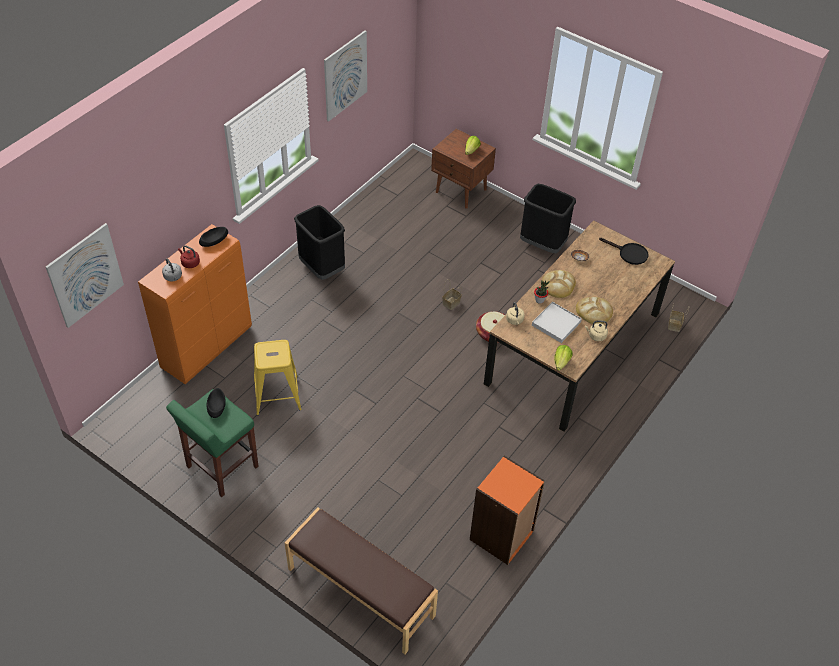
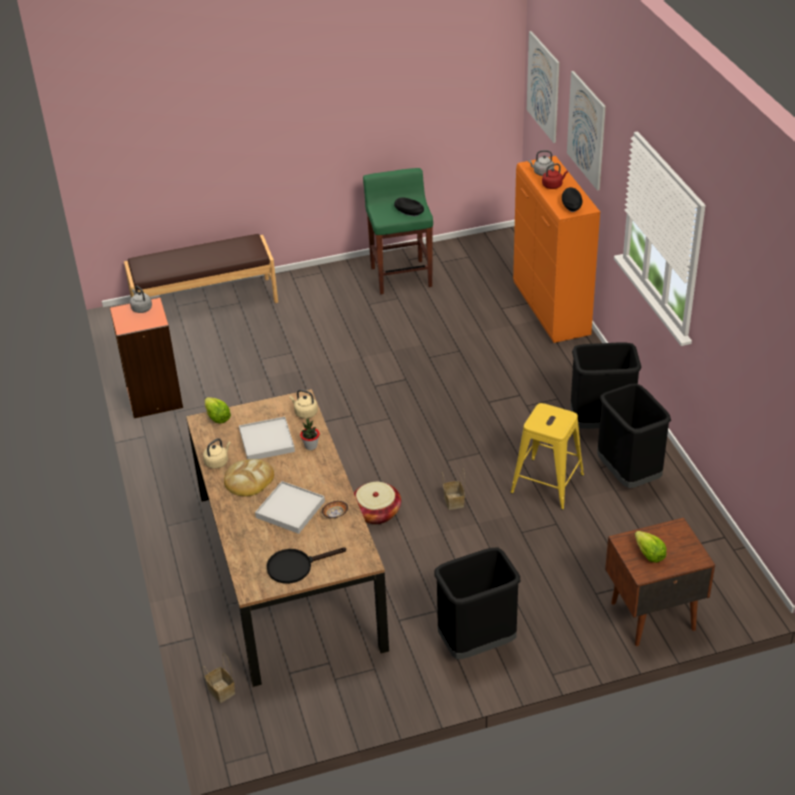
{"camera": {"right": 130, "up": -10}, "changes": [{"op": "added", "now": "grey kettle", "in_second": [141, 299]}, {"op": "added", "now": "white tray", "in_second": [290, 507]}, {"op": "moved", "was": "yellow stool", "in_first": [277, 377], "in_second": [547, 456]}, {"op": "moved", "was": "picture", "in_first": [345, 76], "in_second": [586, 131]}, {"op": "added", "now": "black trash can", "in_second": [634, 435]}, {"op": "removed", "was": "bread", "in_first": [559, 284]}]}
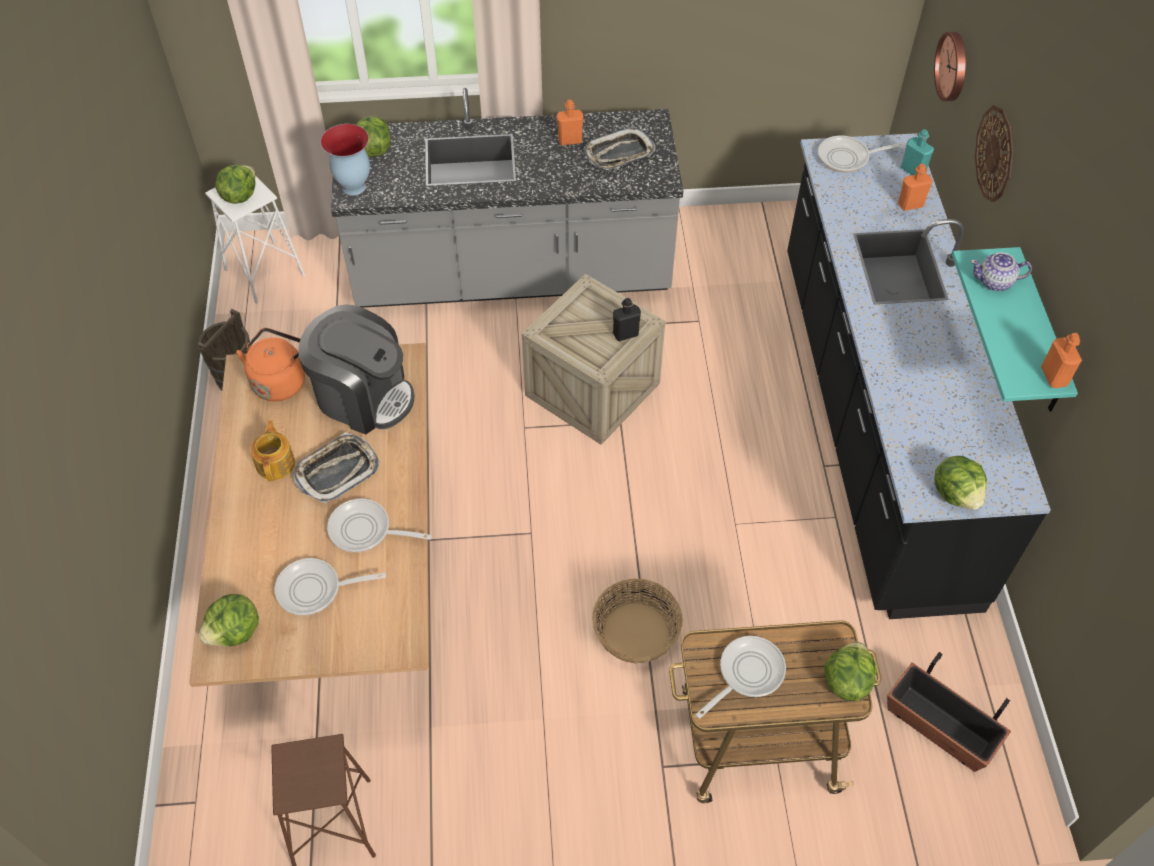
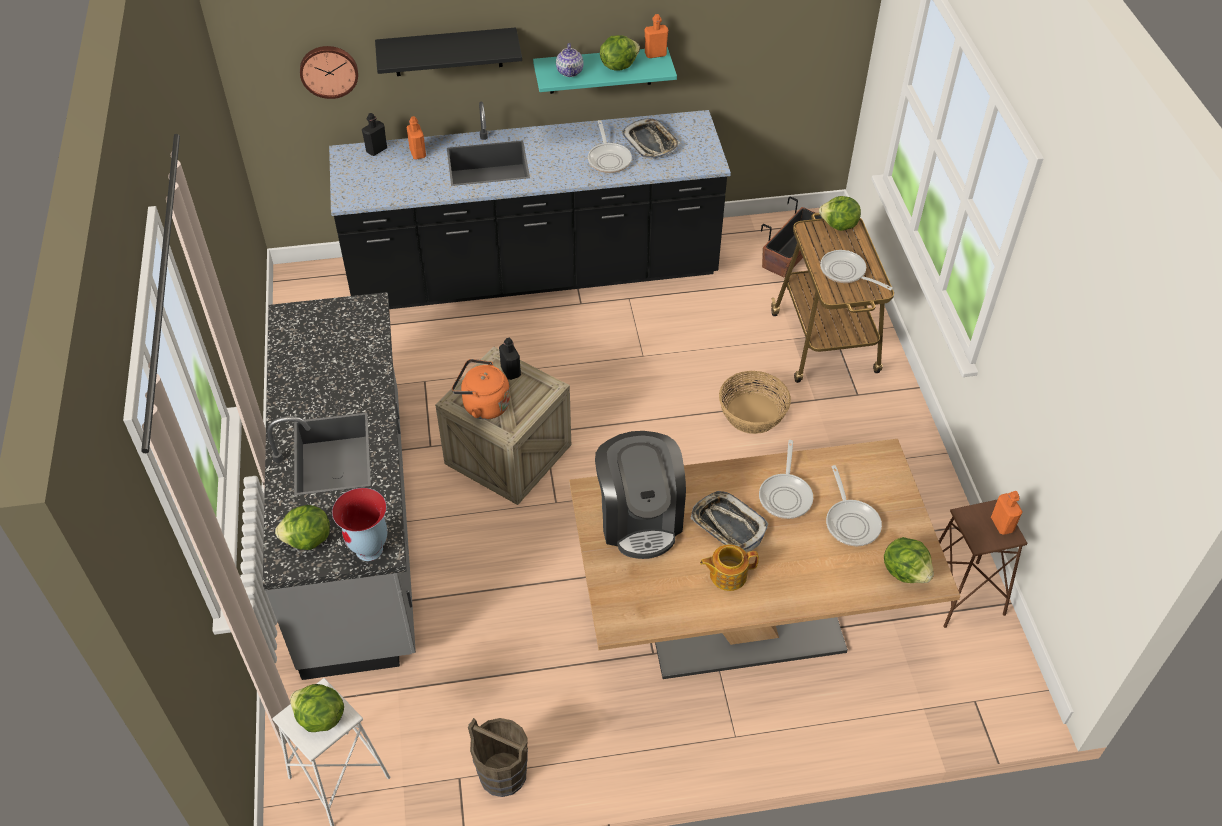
{"camera": {"right": -95, "up": -5}, "changes": [{"op": "recoloured", "was": "turquoise bottle", "now": "black bottle", "in_first": [917, 152], "in_second": [374, 134]}, {"op": "replaced", "was": "wall clock", "now": "black shelf", "in_first": [994, 154], "in_second": [448, 51]}, {"op": "moved", "was": "orange kettle", "in_first": [270, 365], "in_second": [481, 389]}, {"op": "moved", "was": "frying pan", "in_first": [862, 154], "in_second": [610, 146]}, {"op": "turned", "was": "coffee machine", "in_first": [356, 369], "in_second": [640, 495], "clockwise": 150}, {"op": "moved", "was": "lettuce", "in_first": [960, 483], "in_second": [620, 53]}, {"op": "moved", "was": "tray", "in_first": [619, 148], "in_second": [650, 138]}, {"op": "moved", "was": "orange bottle", "in_first": [570, 122], "in_second": [1007, 513]}]}
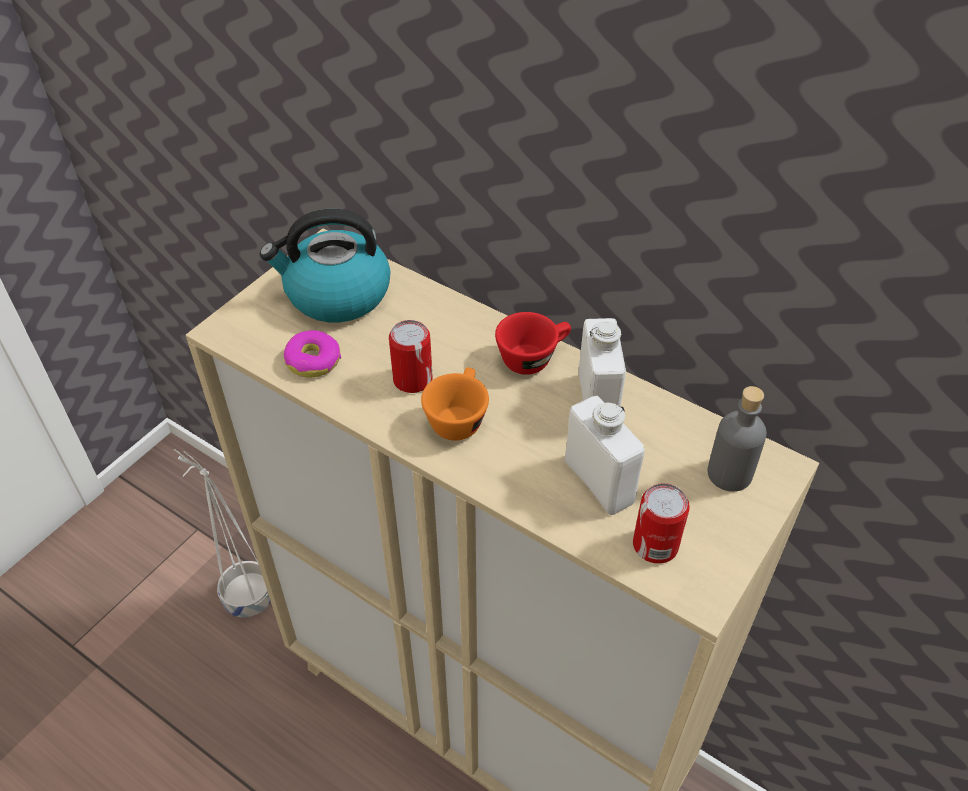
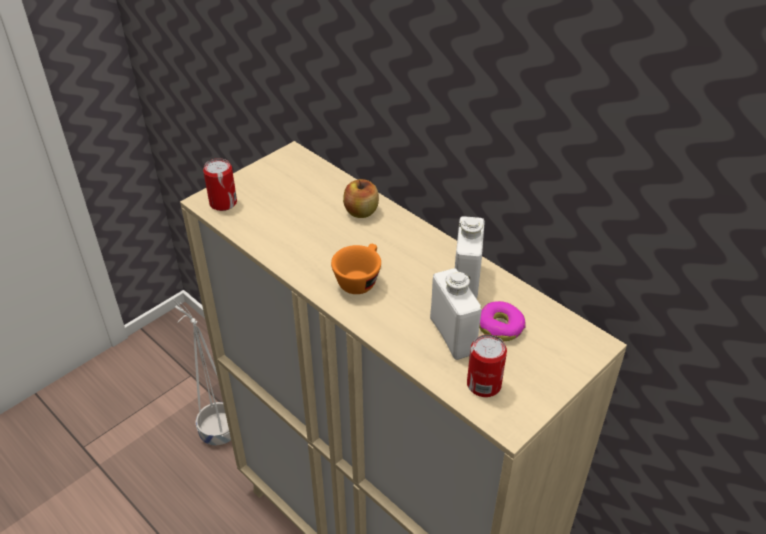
{"camera": {"right": 10, "up": -5}, "changes": [{"op": "moved", "was": "can", "in_first": [411, 356], "in_second": [220, 184]}, {"op": "added", "now": "apple", "in_second": [361, 198]}, {"op": "moved", "was": "donut", "in_first": [312, 354], "in_second": [502, 321]}, {"op": "removed", "was": "kettle", "in_first": [325, 265]}, {"op": "removed", "was": "red cup", "in_first": [533, 343]}, {"op": "removed", "was": "grey bottle", "in_first": [737, 439]}]}
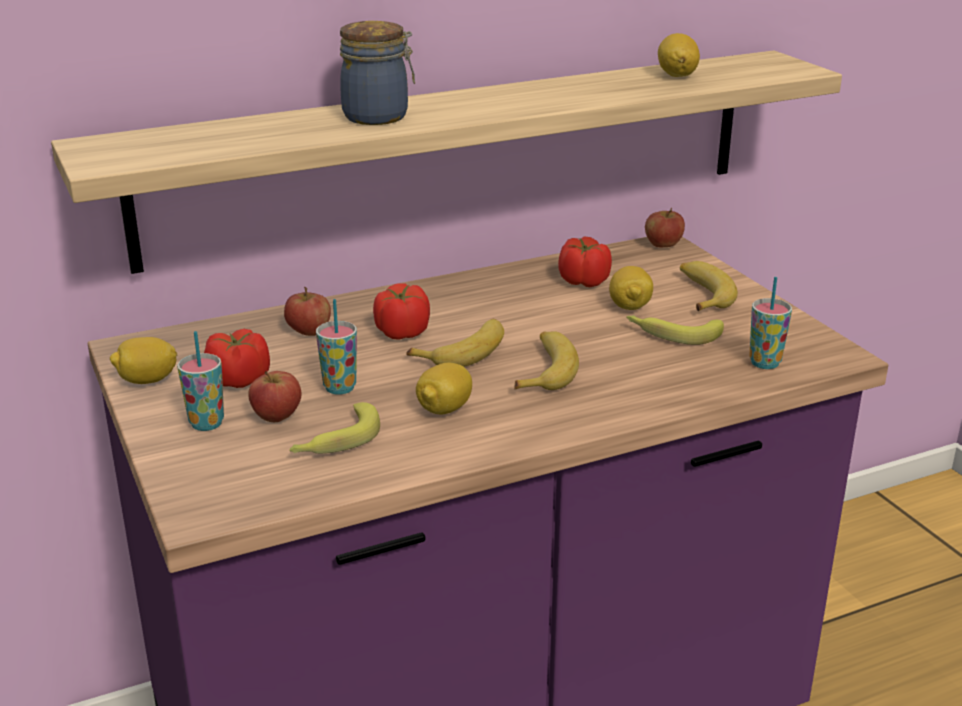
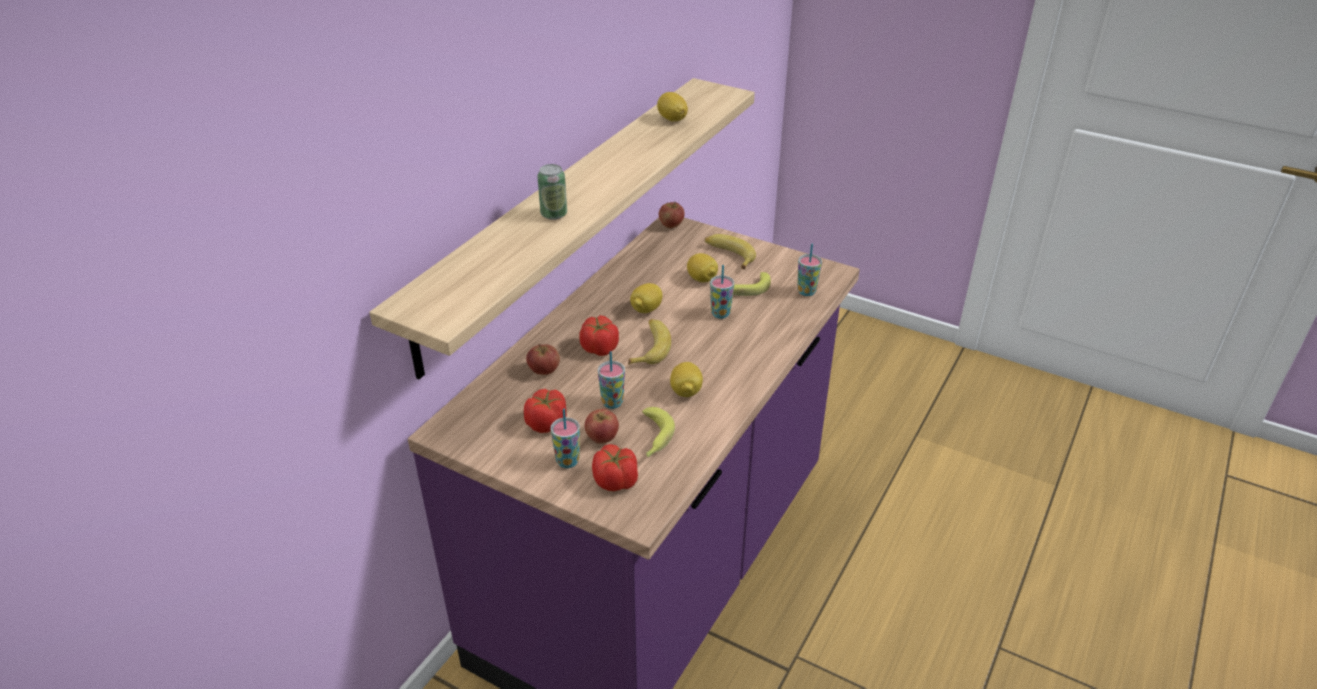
{"camera": {"right": -35, "up": 10}, "changes": [{"op": "replaced", "was": "jar", "now": "can", "in_first": [377, 73], "in_second": [552, 192]}, {"op": "moved", "was": "tomato", "in_first": [585, 261], "in_second": [615, 467]}, {"op": "moved", "was": "lemon", "in_first": [144, 360], "in_second": [646, 298]}, {"op": "added", "now": "cup", "in_second": [722, 292]}, {"op": "removed", "was": "banana", "in_first": [546, 360]}]}
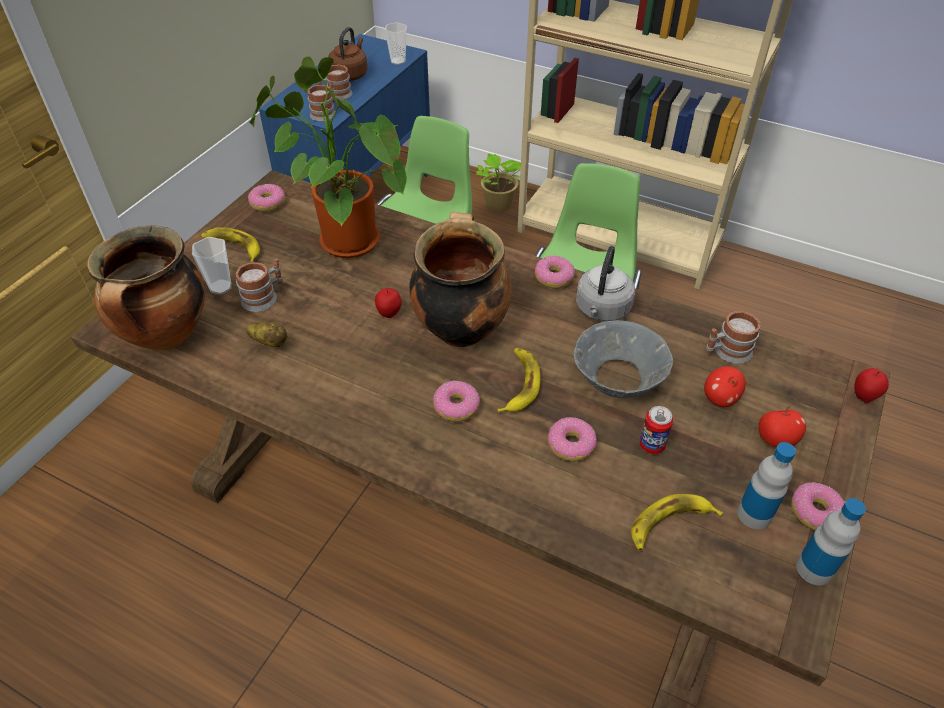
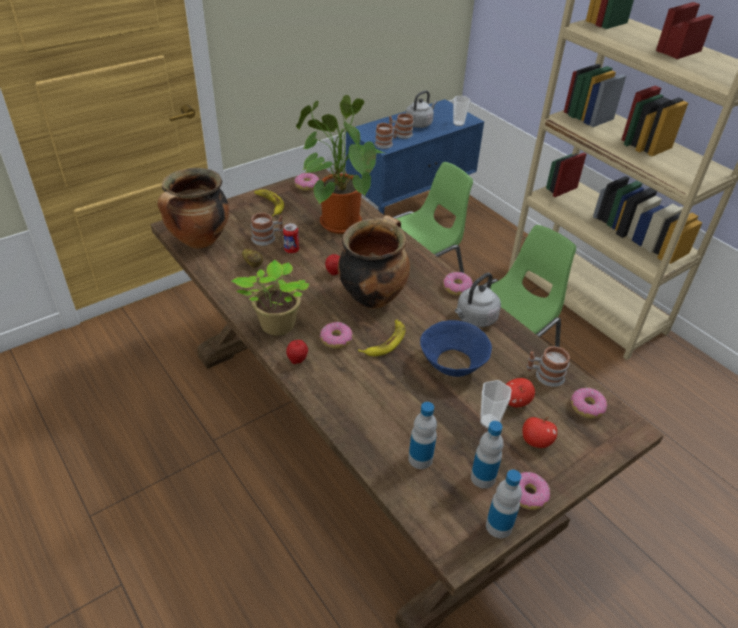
{"camera": {"right": 25, "up": -5}, "changes": [{"op": "moved", "was": "potted plant", "in_first": [498, 183], "in_second": [270, 297]}, {"op": "moved", "was": "can", "in_first": [656, 430], "in_second": [291, 238]}, {"op": "moved", "was": "apple", "in_first": [871, 385], "in_second": [297, 352]}, {"op": "recoloured", "was": "brown kettle", "now": "grey kettle", "in_first": [348, 54], "in_second": [421, 109]}, {"op": "replaced", "was": "banana", "now": "bottle", "in_first": [677, 522], "in_second": [422, 435]}, {"op": "recoloured", "was": "grey bowl", "now": "blue bowl", "in_first": [623, 359], "in_second": [456, 348]}, {"op": "moved", "was": "cup", "in_first": [211, 265], "in_second": [496, 404]}, {"op": "moved", "was": "donut", "in_first": [572, 439], "in_second": [589, 403]}]}
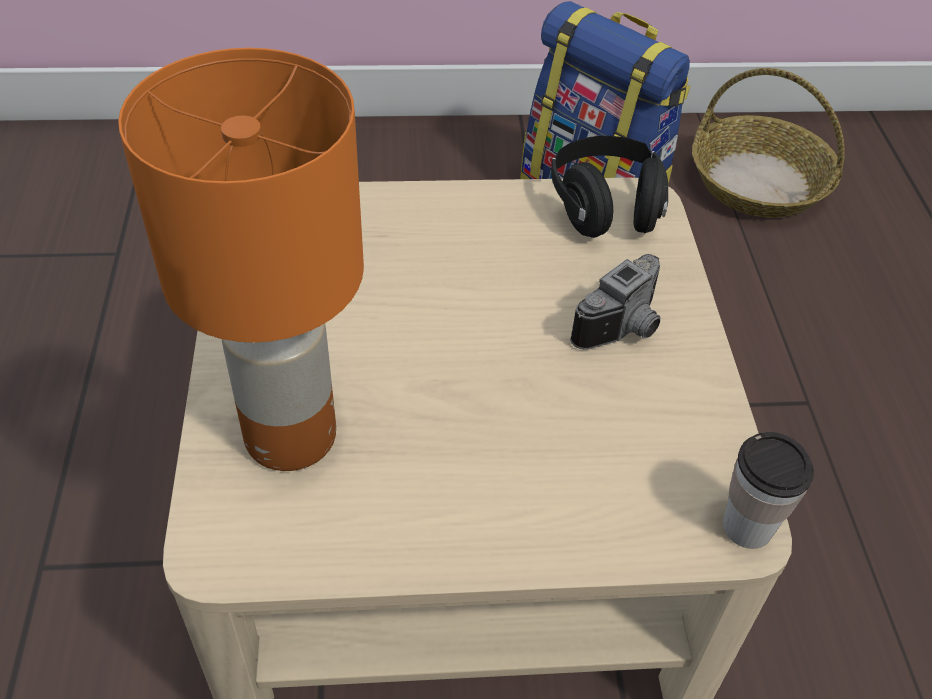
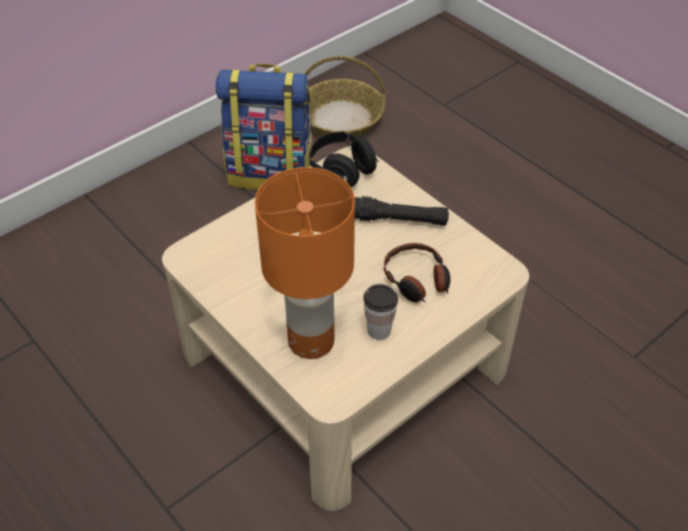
{"camera": {"right": -35, "up": 0}, "changes": [{"op": "replaced", "was": "photo camera", "now": "black flashlight", "in_first": [615, 302], "in_second": [402, 211]}, {"op": "moved", "was": "cup", "in_first": [768, 490], "in_second": [380, 312]}, {"op": "added", "now": "headphones", "in_second": [417, 272]}]}
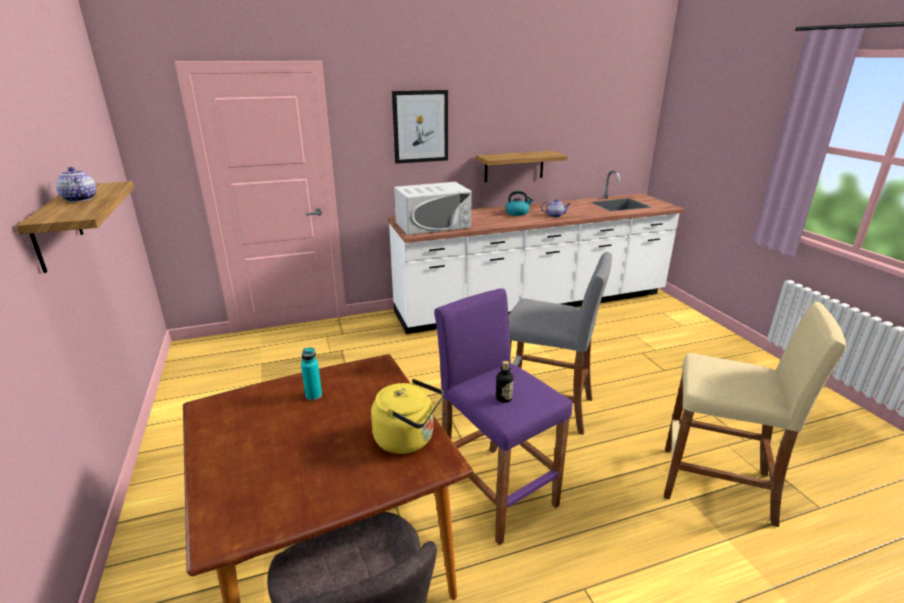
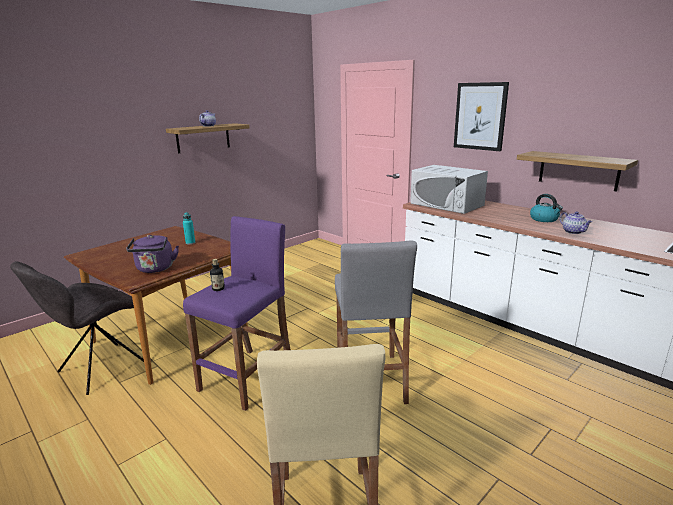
{"camera": {"right": 65, "up": -5}, "changes": [{"op": "recoloured", "was": "yellow kettle", "now": "purple kettle", "in_first": [407, 416], "in_second": [152, 254]}]}
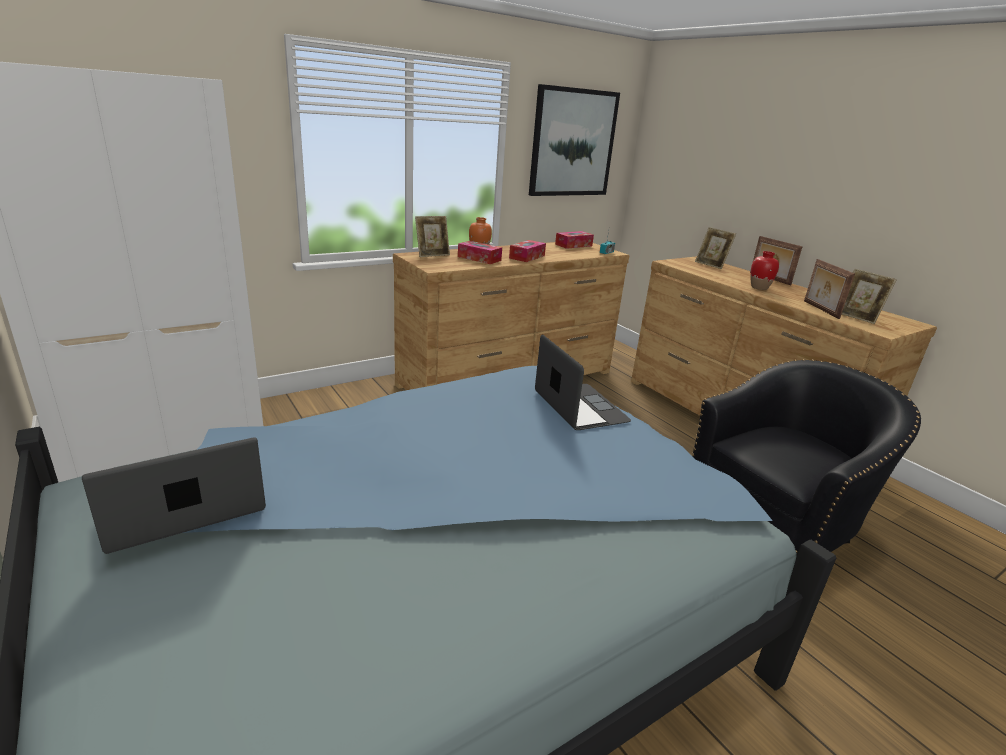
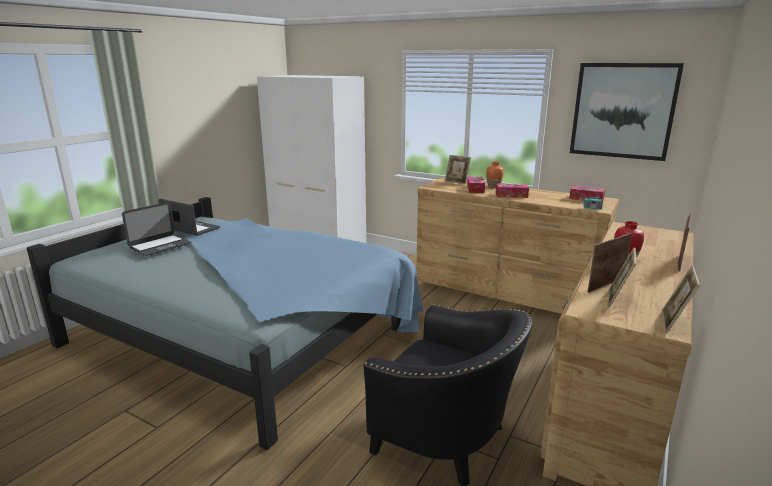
{"camera": {"right": 65, "up": -5}, "changes": [{"op": "moved", "was": "laptop", "in_first": [583, 382], "in_second": [156, 229]}, {"op": "moved", "was": "picture frame", "in_first": [715, 248], "in_second": [681, 299]}]}
